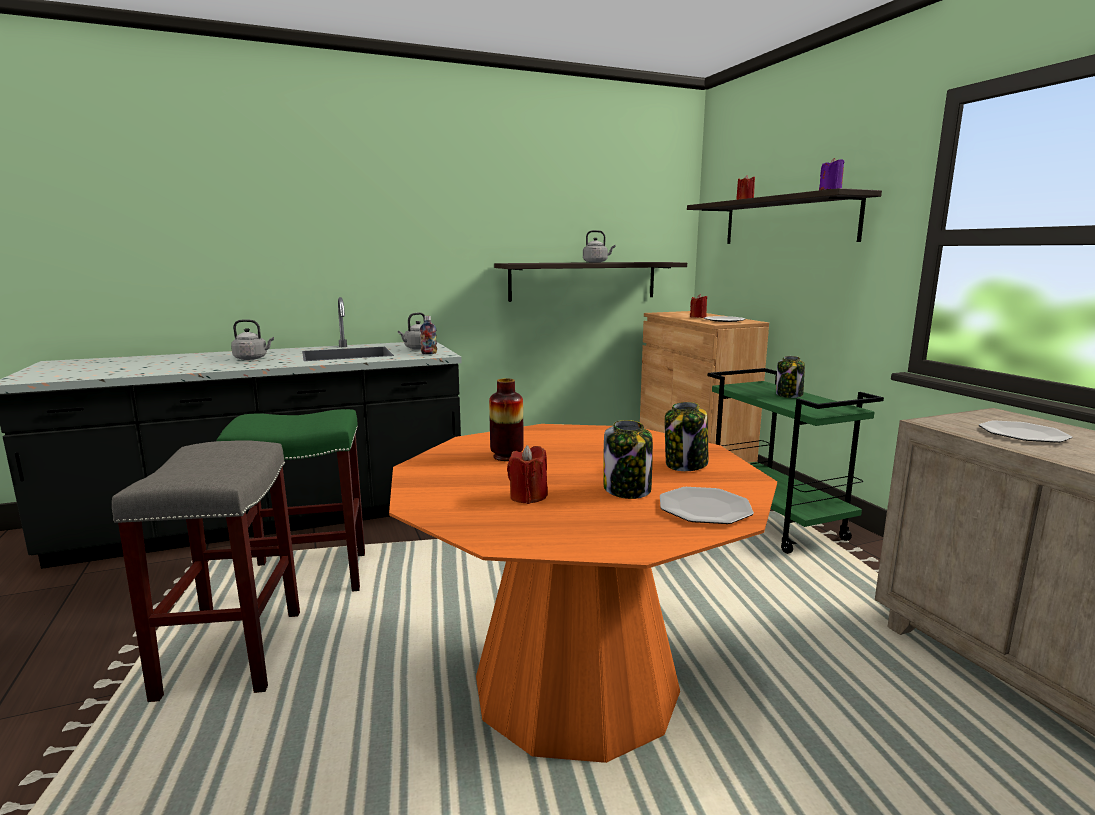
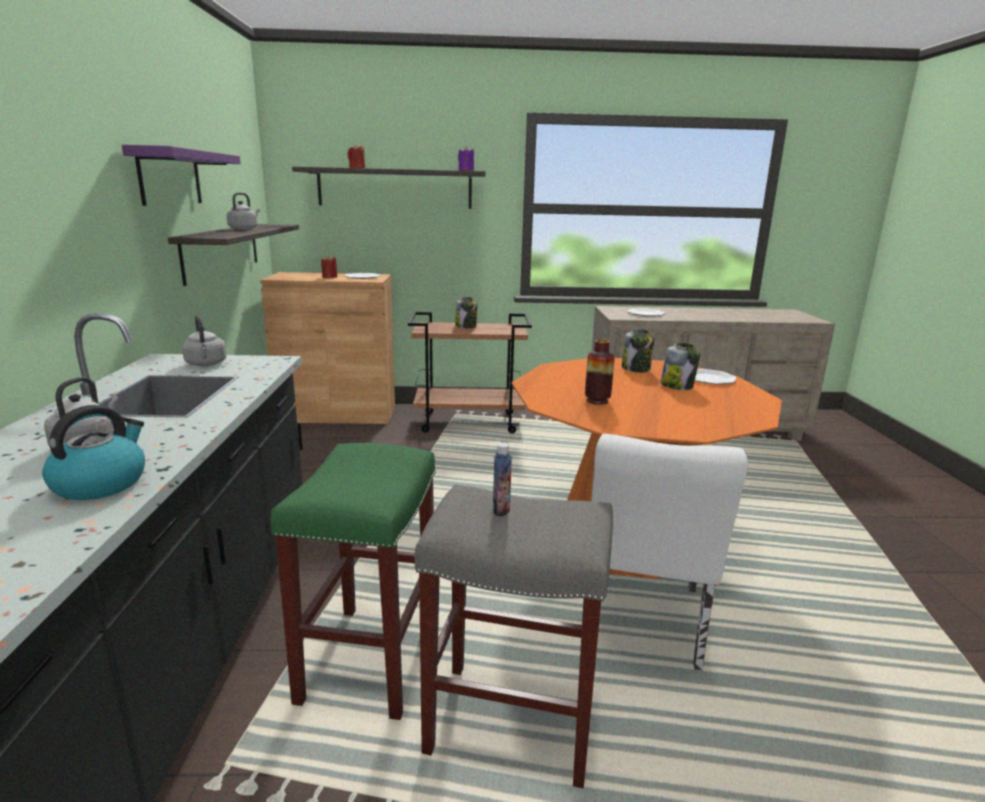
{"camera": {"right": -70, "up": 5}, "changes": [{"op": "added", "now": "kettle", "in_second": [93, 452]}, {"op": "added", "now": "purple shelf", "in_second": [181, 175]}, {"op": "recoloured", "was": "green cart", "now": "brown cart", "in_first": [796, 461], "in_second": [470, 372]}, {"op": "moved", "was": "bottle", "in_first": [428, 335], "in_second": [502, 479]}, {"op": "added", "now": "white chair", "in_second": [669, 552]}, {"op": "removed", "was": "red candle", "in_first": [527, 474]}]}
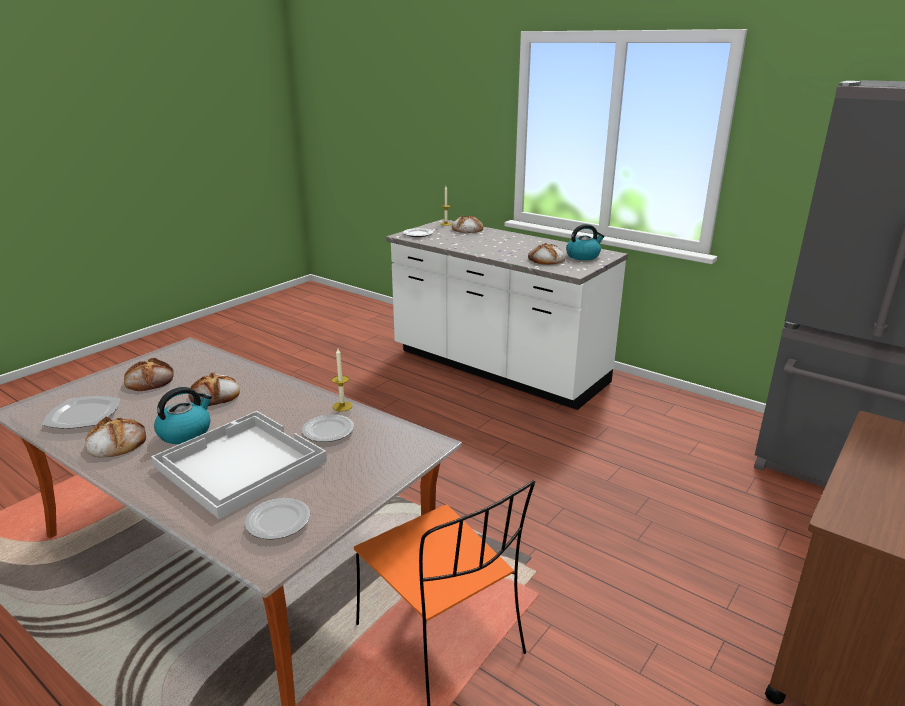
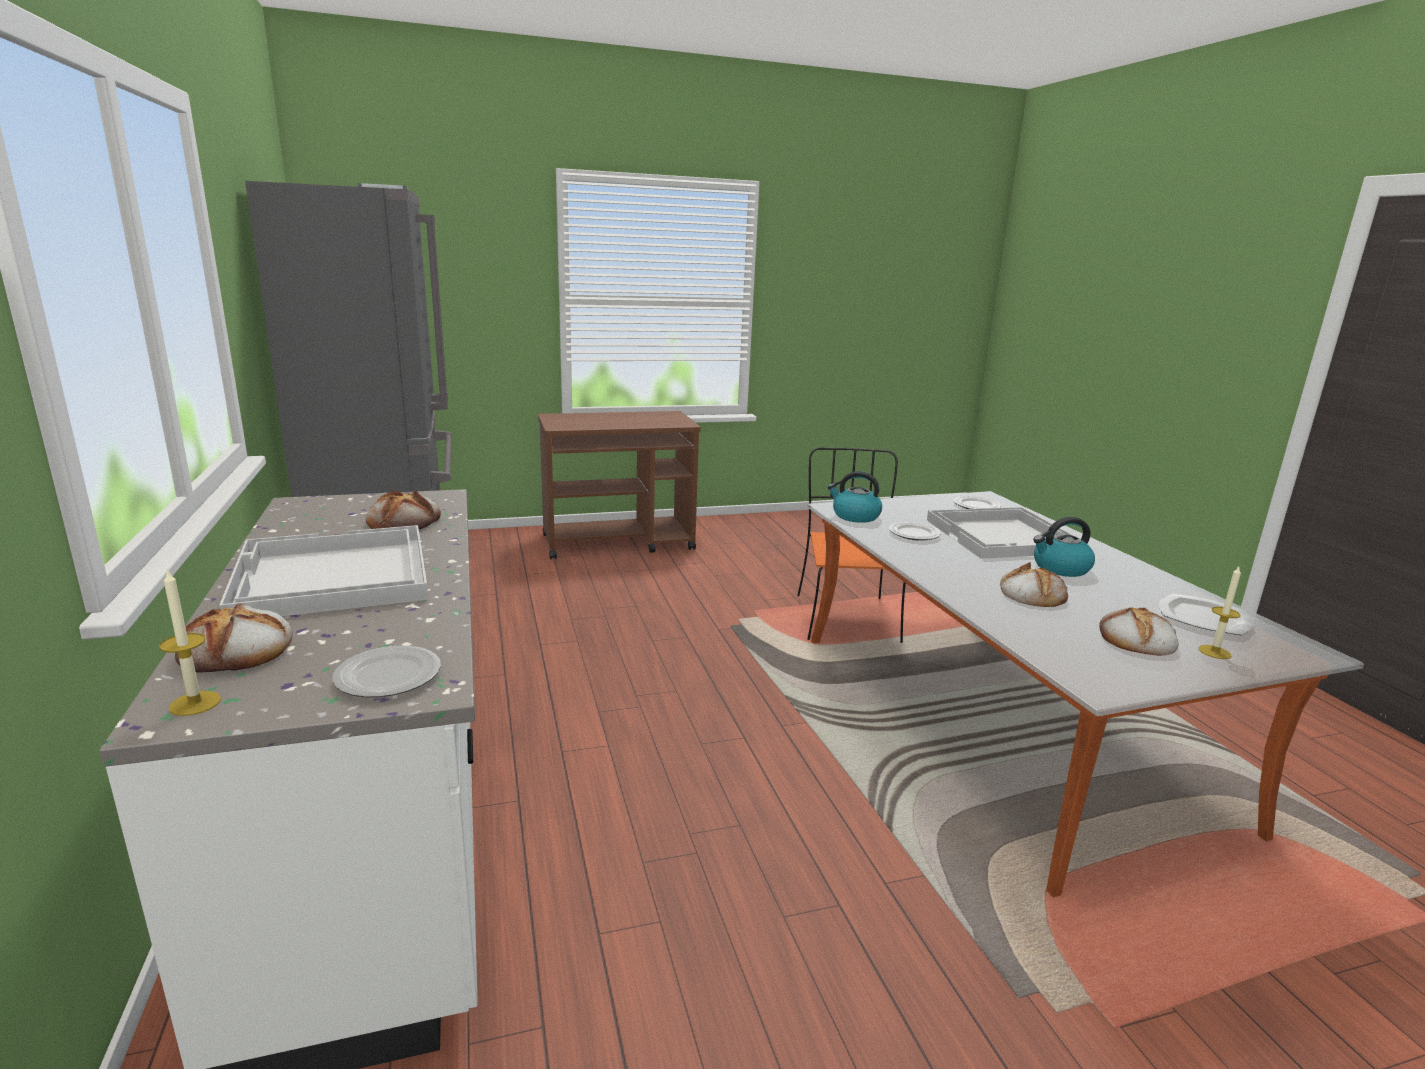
{"camera": {"right": -145, "up": -5}, "changes": [{"op": "added", "now": "white tray", "in_second": [323, 570]}, {"op": "moved", "was": "kettle", "in_first": [585, 242], "in_second": [855, 497]}, {"op": "moved", "was": "candle", "in_first": [342, 380], "in_second": [1219, 613]}, {"op": "removed", "was": "bread", "in_first": [115, 437]}]}
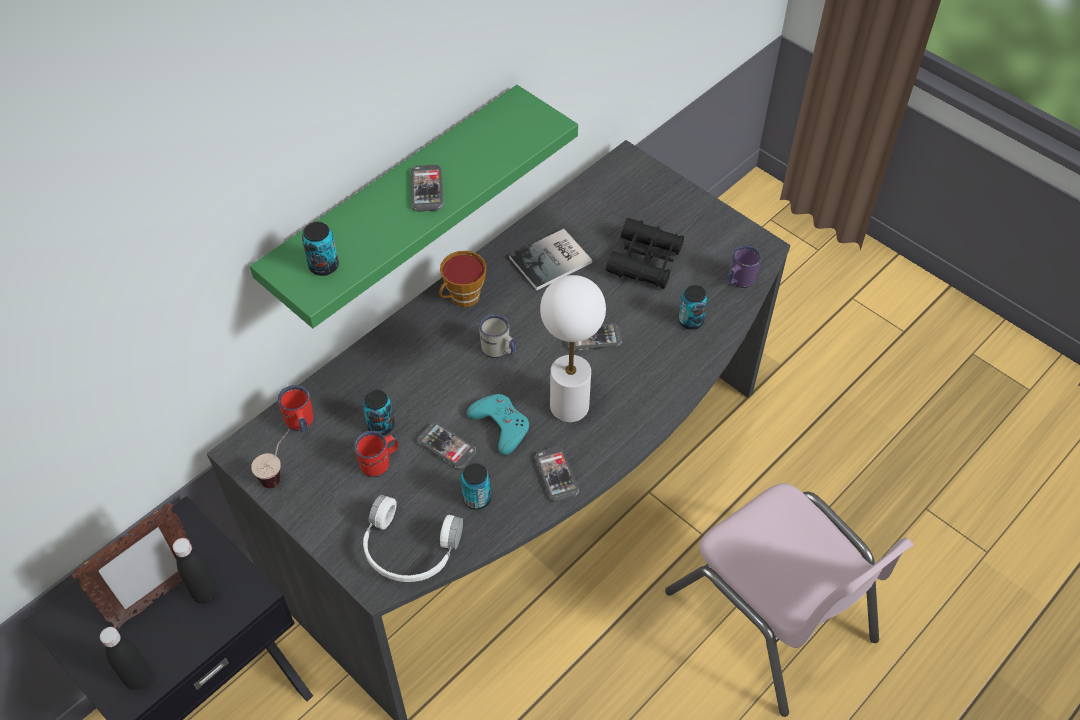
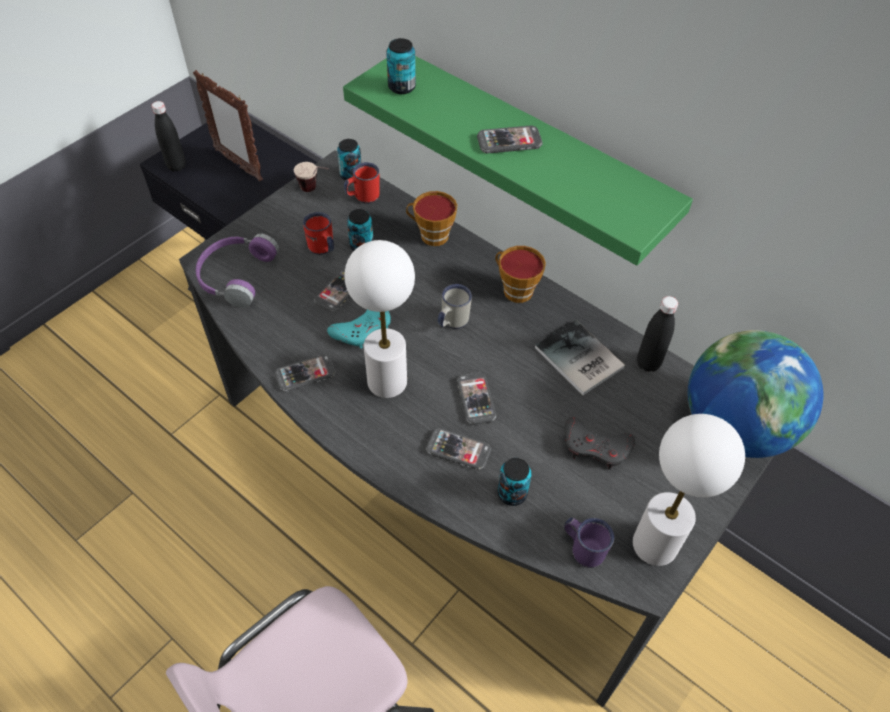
{"camera": {"right": 85, "up": 0}, "changes": [{"op": "recoloured", "was": "white headphones", "now": "purple headphones", "in_first": [413, 538], "in_second": [237, 270]}, {"op": "moved", "was": "can", "in_first": [476, 486], "in_second": [349, 160]}, {"op": "added", "now": "cup", "in_second": [431, 218]}, {"op": "added", "now": "phone", "in_second": [458, 449]}, {"op": "replaced", "was": "black binoculars", "now": "grey game controller", "in_first": [645, 253], "in_second": [600, 443]}, {"op": "added", "now": "white table lamp", "in_second": [689, 490]}, {"op": "moved", "was": "black bottle", "in_first": [195, 570], "in_second": [657, 334]}, {"op": "added", "now": "globe", "in_second": [755, 394]}]}
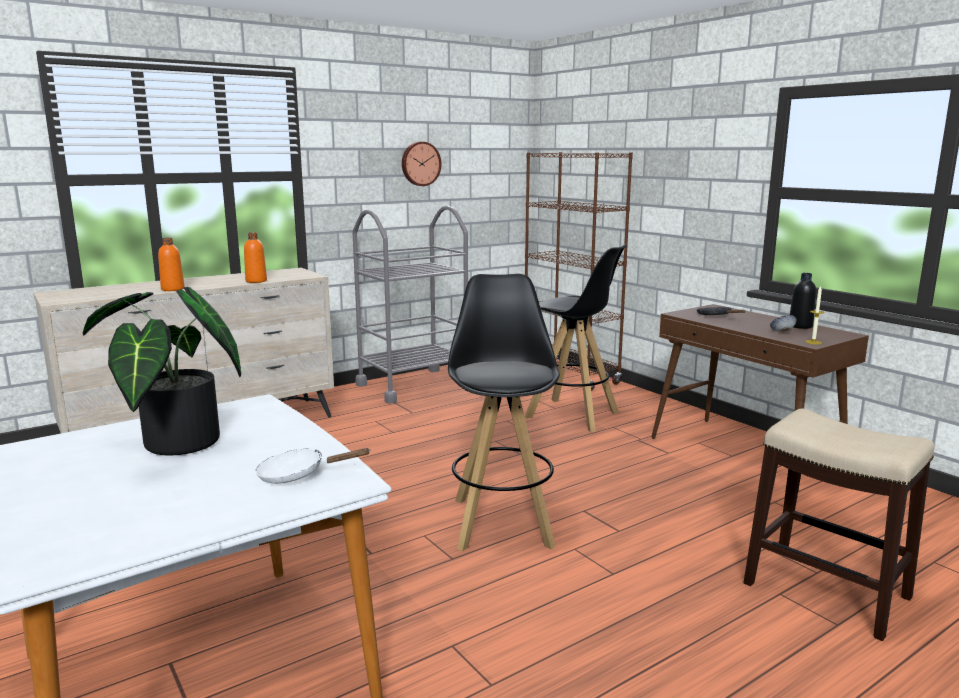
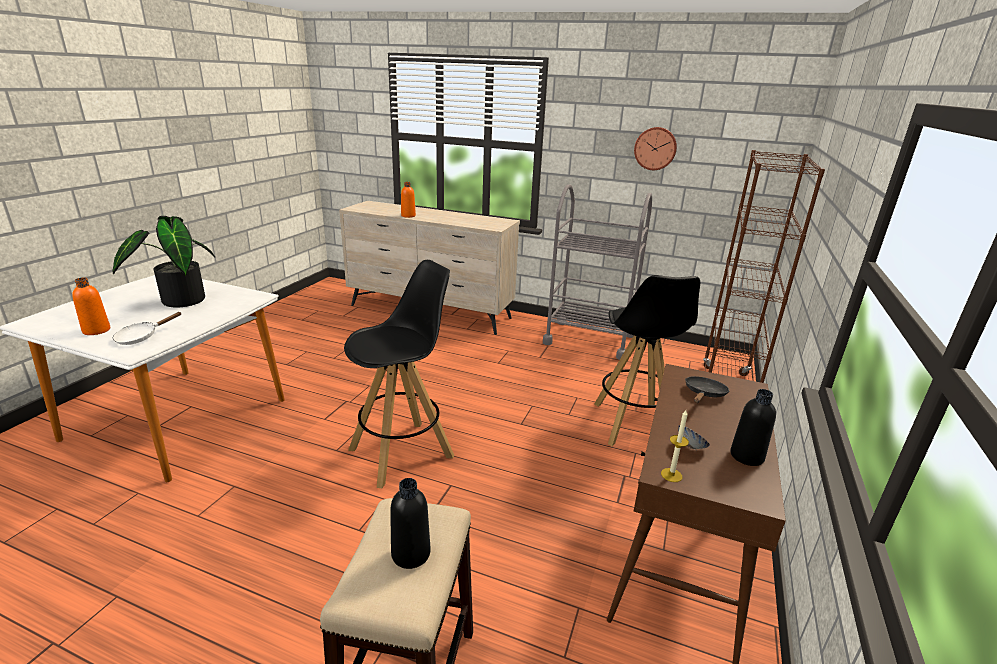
{"camera": {"right": 55, "up": 10}, "changes": [{"op": "moved", "was": "orange bottle", "in_first": [255, 258], "in_second": [91, 306]}, {"op": "turned", "was": "white frying pan", "in_first": [313, 466], "in_second": [147, 328], "clockwise": -105}, {"op": "added", "now": "black bottle", "in_second": [410, 523]}]}
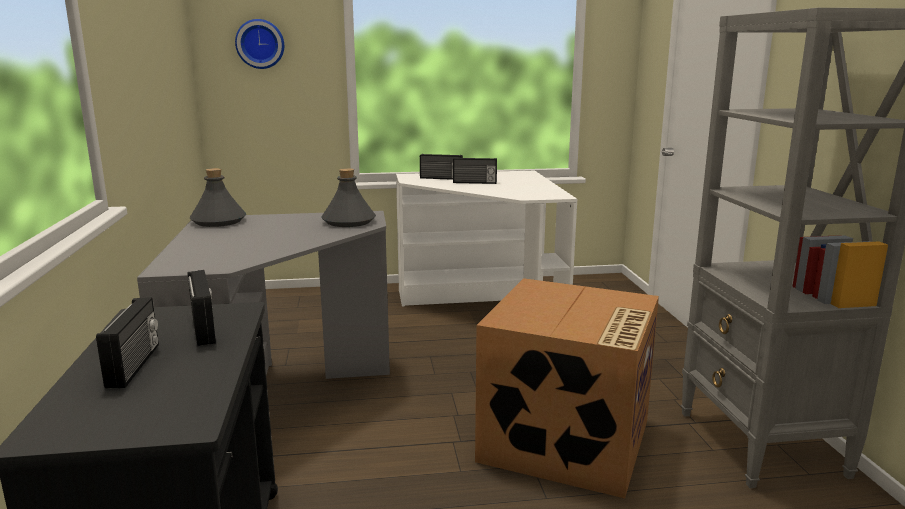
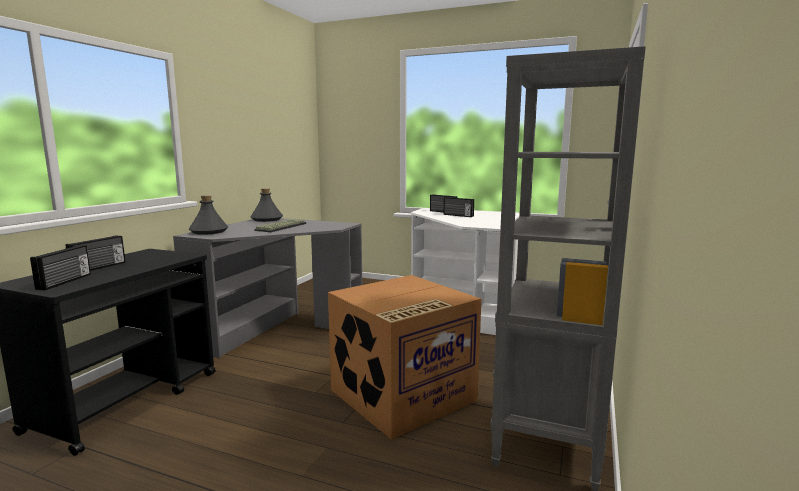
{"camera": {"right": 30, "up": -5}, "changes": [{"op": "moved", "was": "radio", "in_first": [201, 308], "in_second": [60, 267]}, {"op": "moved", "was": "grey bottle", "in_first": [348, 197], "in_second": [208, 215]}, {"op": "added", "now": "keyboard", "in_second": [280, 225]}, {"op": "removed", "was": "wall clock", "in_first": [259, 44]}]}
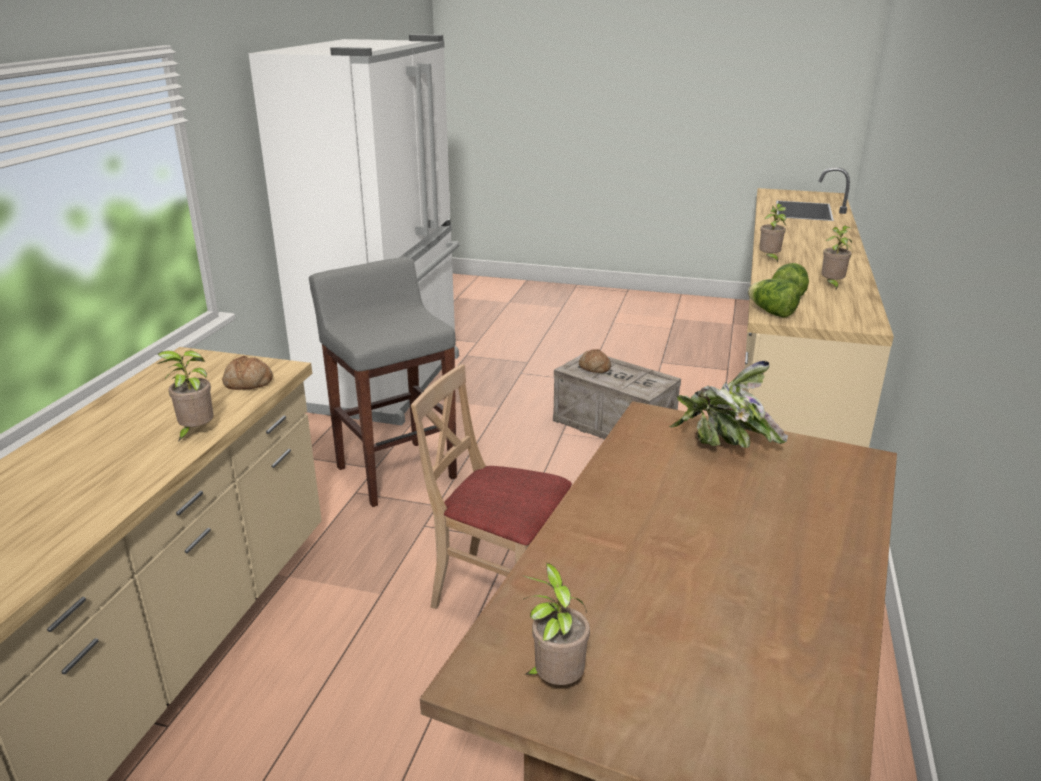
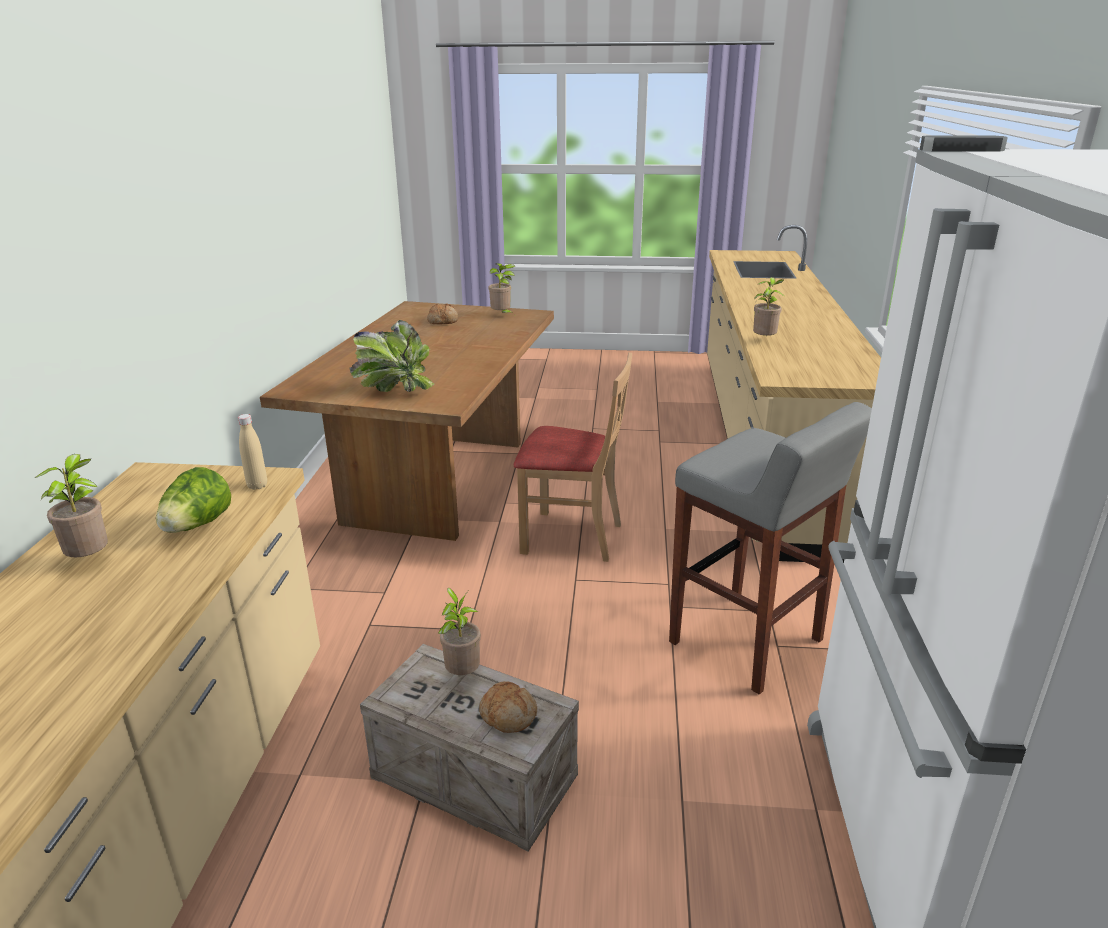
{"camera": {"right": 170, "up": 0}, "changes": [{"op": "replaced", "was": "lettuce", "now": "beige bottle", "in_first": [774, 298], "in_second": [252, 452]}, {"op": "moved", "was": "bread", "in_first": [247, 373], "in_second": [442, 313]}, {"op": "moved", "was": "potted plant", "in_first": [772, 233], "in_second": [459, 631]}]}
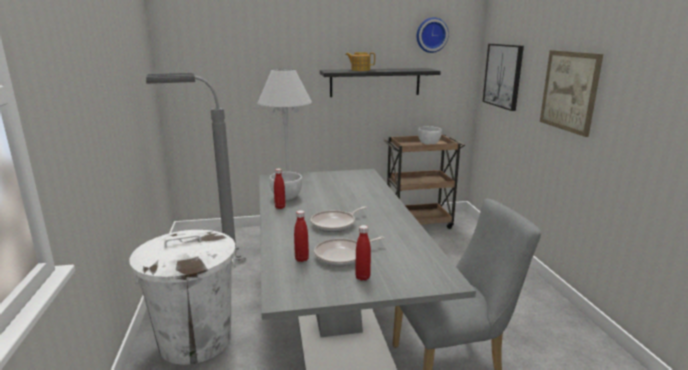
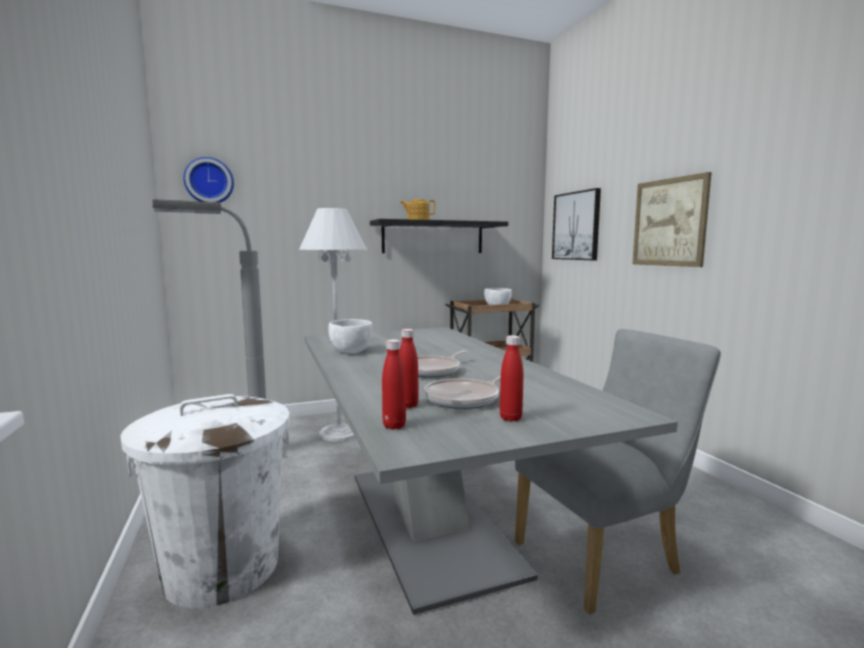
{"camera": {"right": -10, "up": -10}, "changes": [{"op": "moved", "was": "wall clock", "in_first": [433, 35], "in_second": [208, 179]}, {"op": "moved", "was": "red bottle", "in_first": [280, 189], "in_second": [394, 384]}]}
